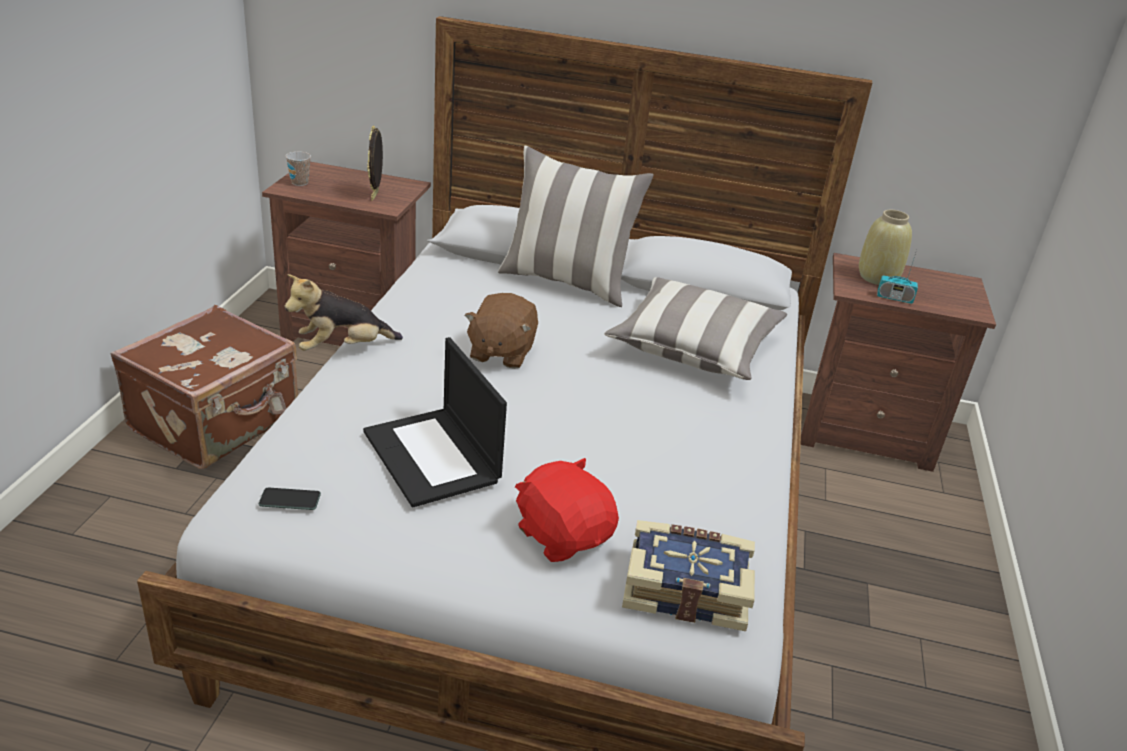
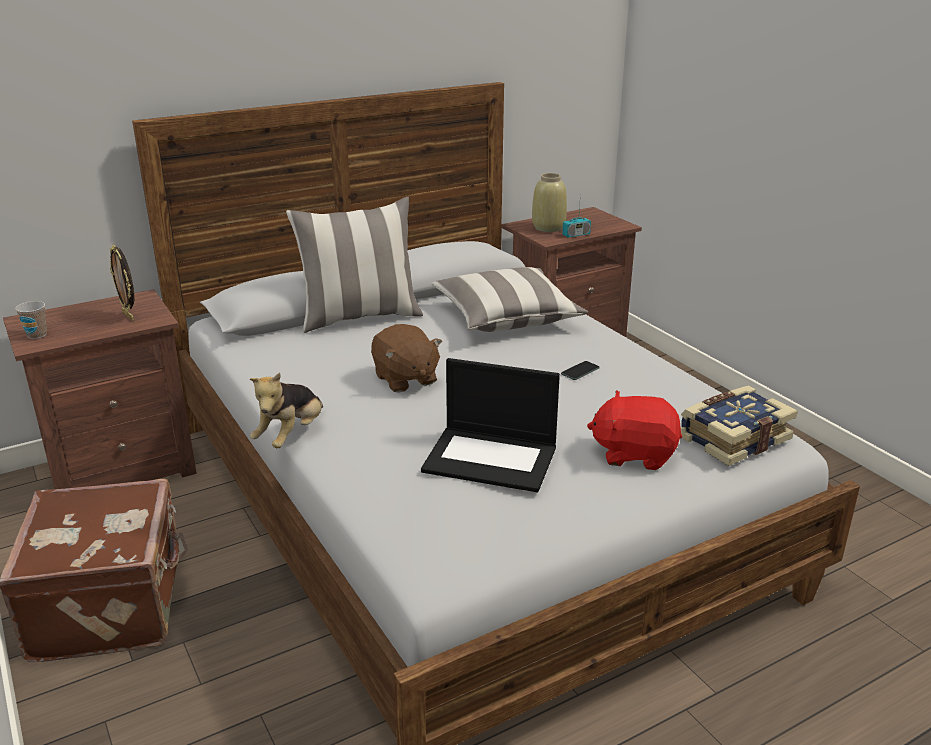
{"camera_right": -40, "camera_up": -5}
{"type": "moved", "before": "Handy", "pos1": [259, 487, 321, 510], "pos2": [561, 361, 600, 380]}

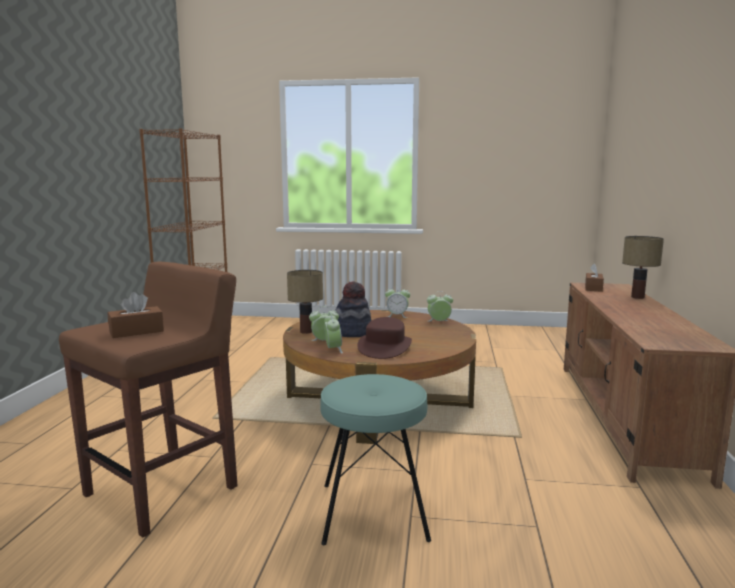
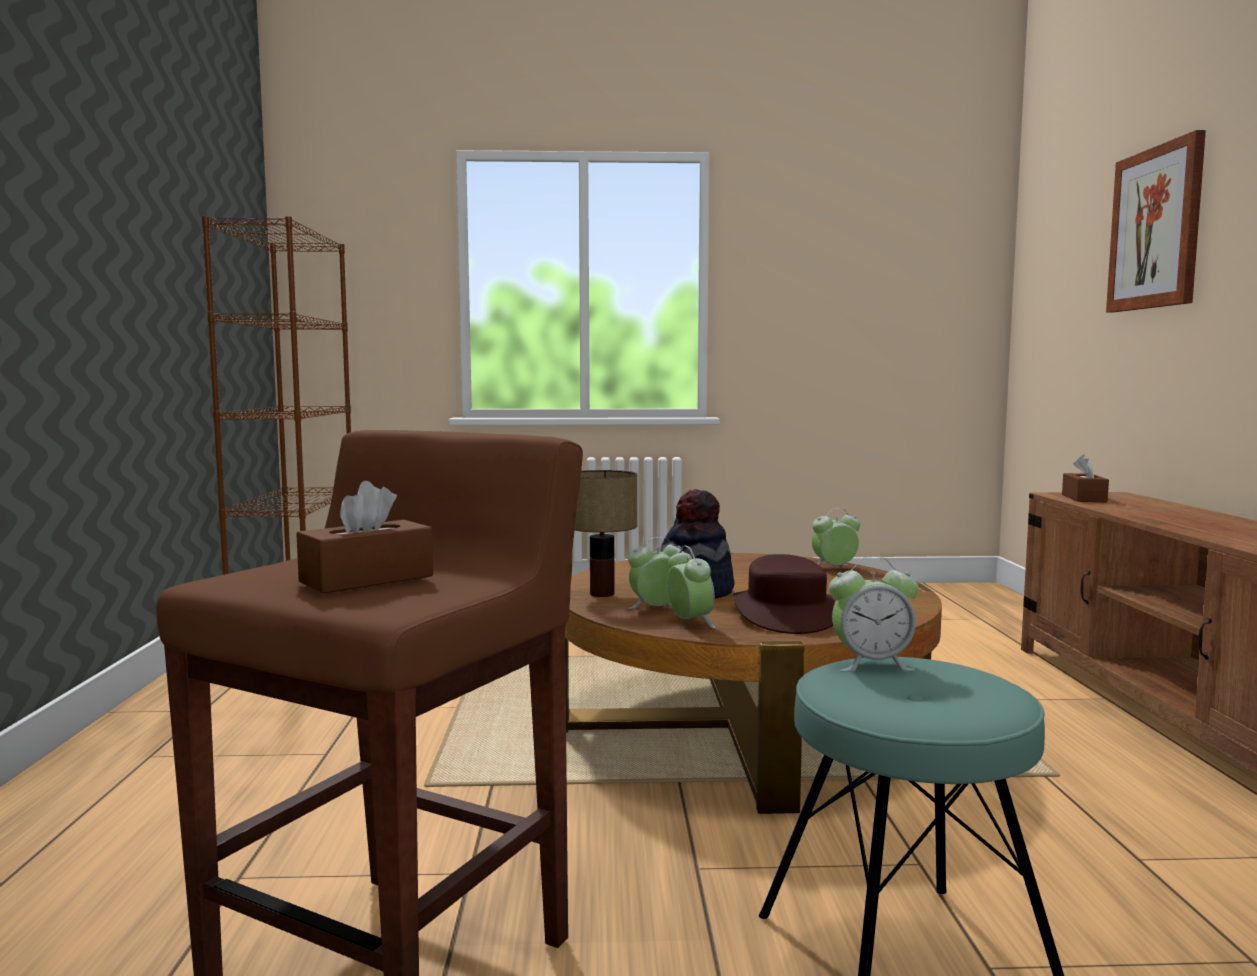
{"camera_right": -10, "camera_up": -5}
{"type": "removed", "before": "Tischlampe", "pos1": [622, 236, 664, 299]}
{"type": "added", "after": "Bild", "pos2": [1106, 130, 1206, 312]}
{"type": "moved", "before": "Wecker", "pos1": [385, 285, 410, 318], "pos2": [829, 556, 919, 672]}

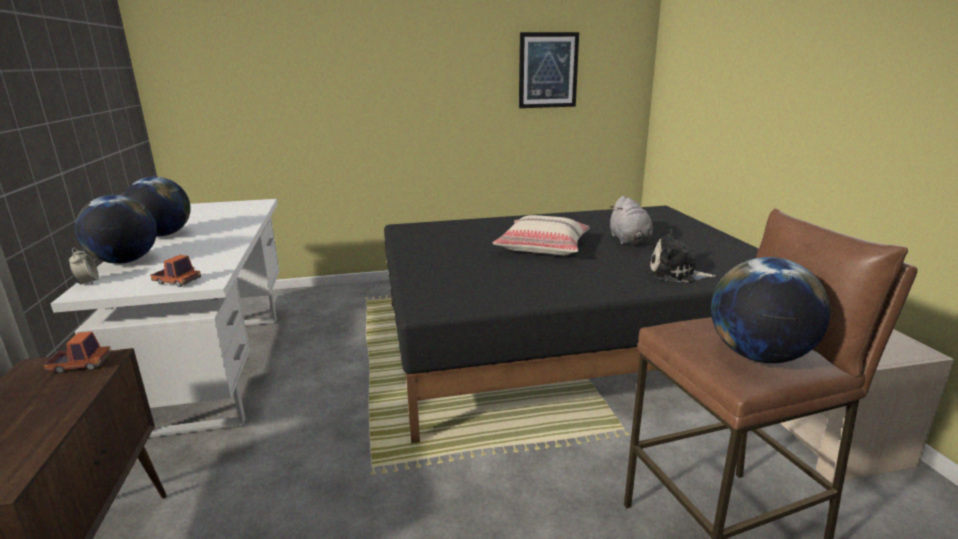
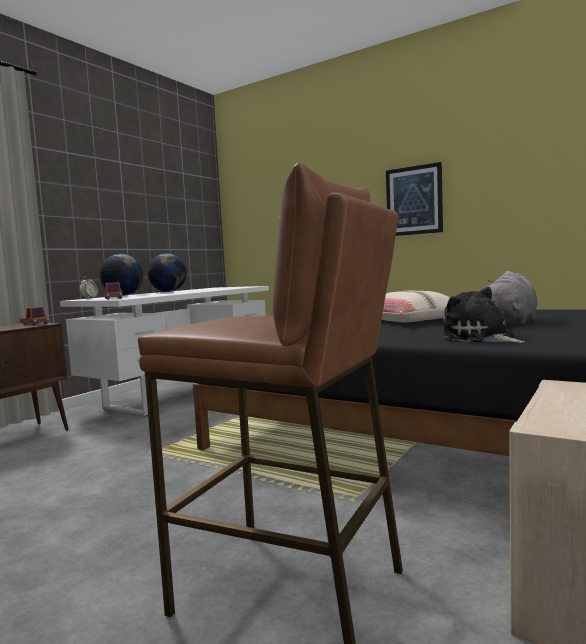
{"camera_right": 45, "camera_up": -15}
{"type": "removed", "before": "Globus", "pos1": [711, 257, 830, 363]}
{"type": "moved", "before": "Bild", "pos1": [519, 32, 579, 108], "pos2": [386, 162, 443, 236]}

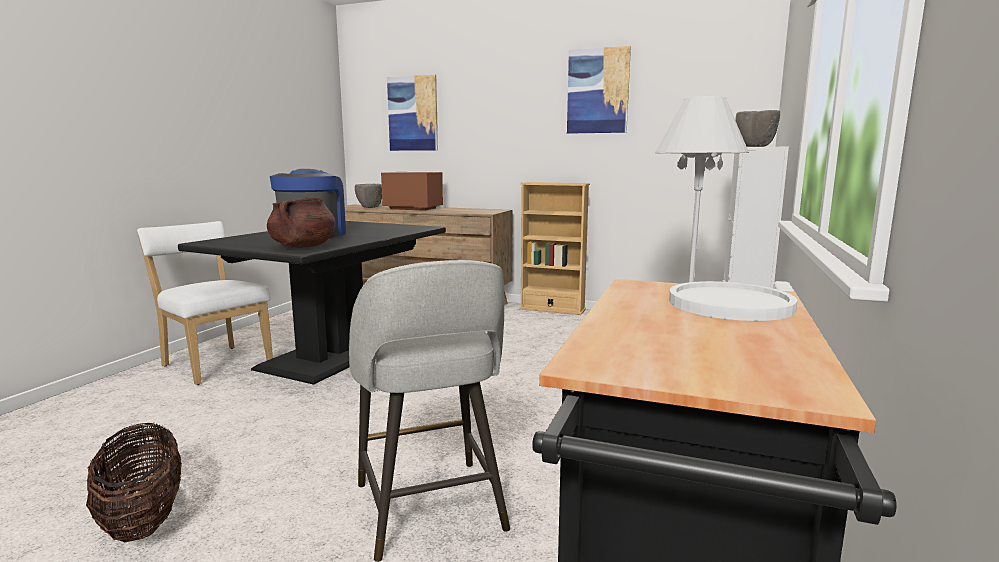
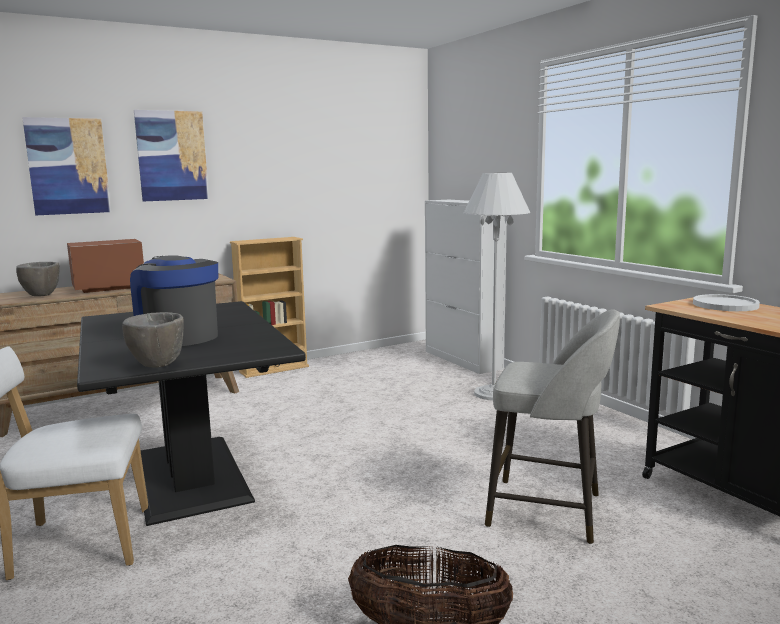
{"camera_right": -50, "camera_up": 0}
{"type": "removed", "before": "Kochtopf/braun", "pos1": [267, 197, 336, 248]}
{"type": "moved", "before": "Bild", "pos1": [567, 46, 631, 134], "pos2": [134, 110, 209, 201]}
{"type": "moved", "before": "Schüssel/grau", "pos1": [735, 110, 780, 147], "pos2": [122, 312, 184, 368]}

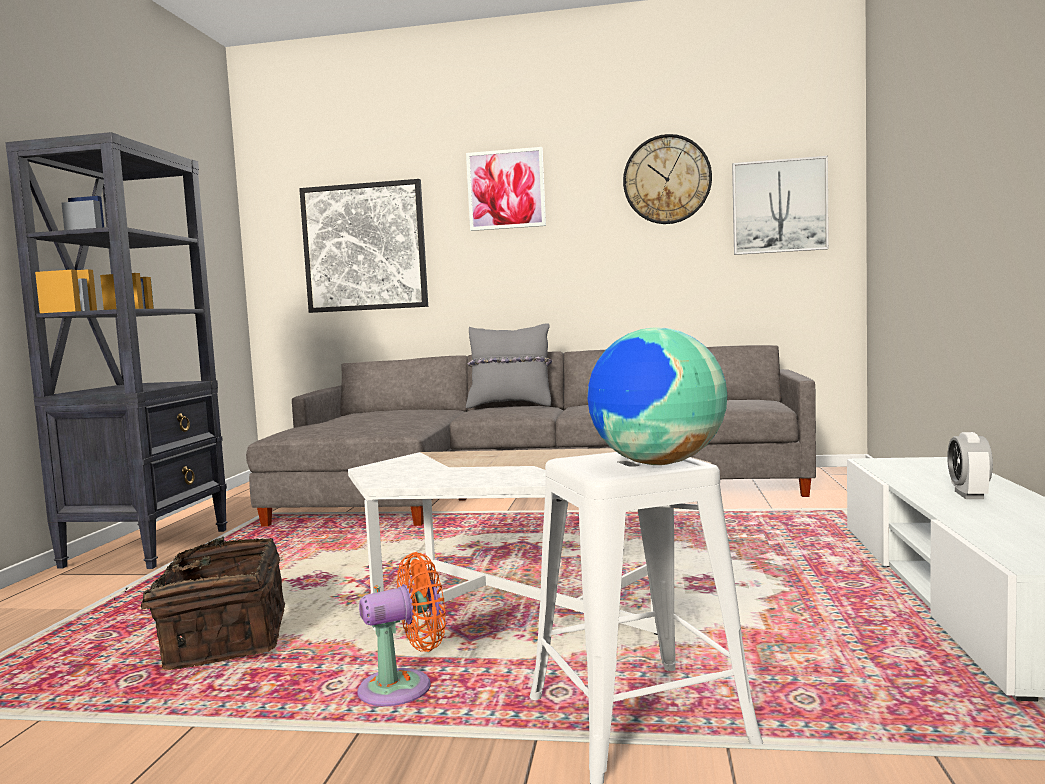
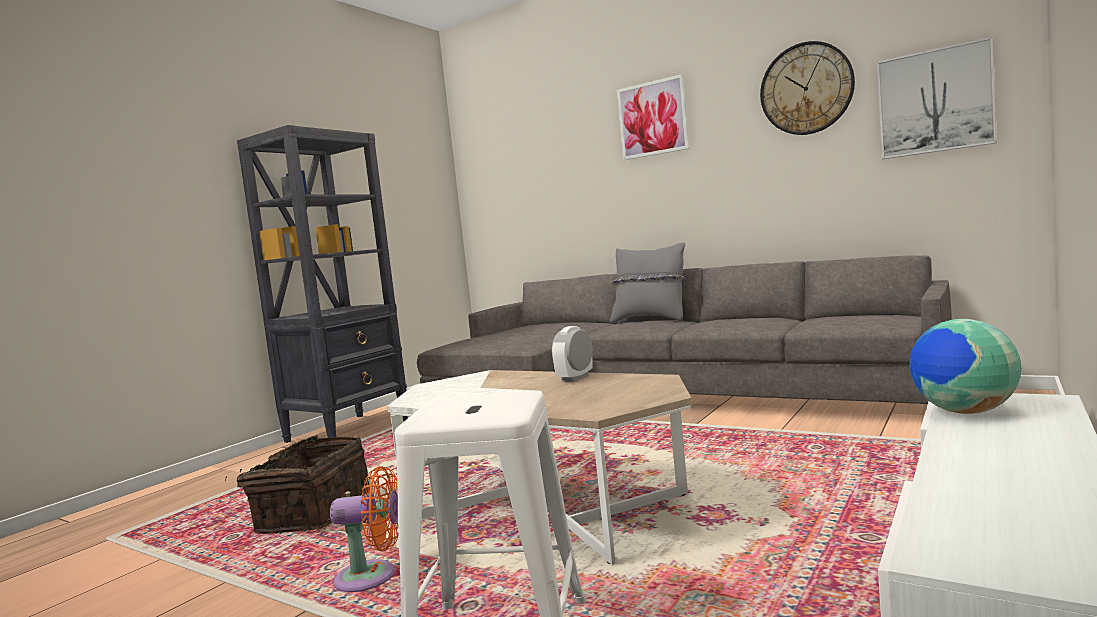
{"camera_right": 25, "camera_up": 0}
{"type": "removed", "before": "Bild", "pos1": [299, 179, 428, 313]}
{"type": "moved", "before": "Globus", "pos1": [587, 327, 727, 465], "pos2": [910, 319, 1021, 414]}
{"type": "moved", "before": "Wecker", "pos1": [947, 432, 993, 499], "pos2": [552, 326, 593, 382]}

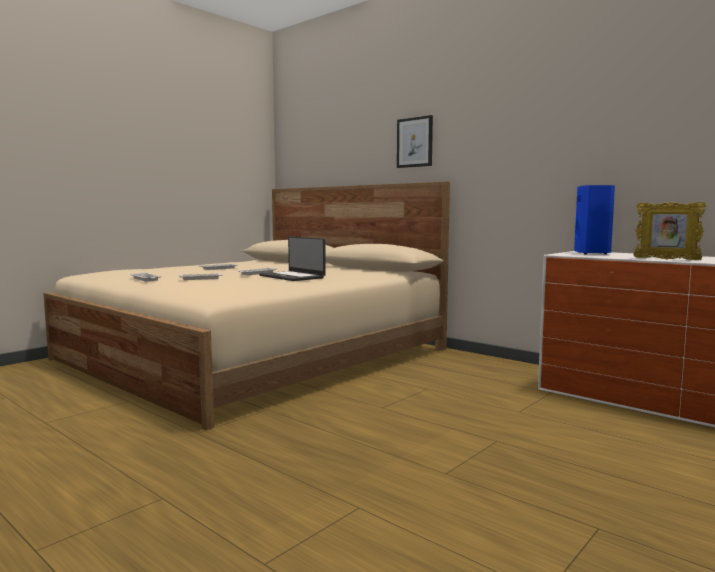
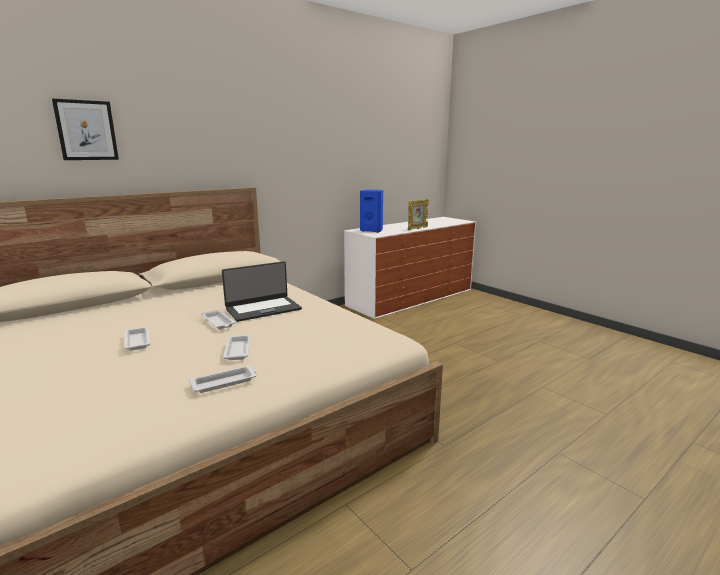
{"camera_right": -80, "camera_up": 10}
{"type": "moved", "before": "Bild", "pos1": [397, 115, 433, 168], "pos2": [52, 99, 119, 160]}

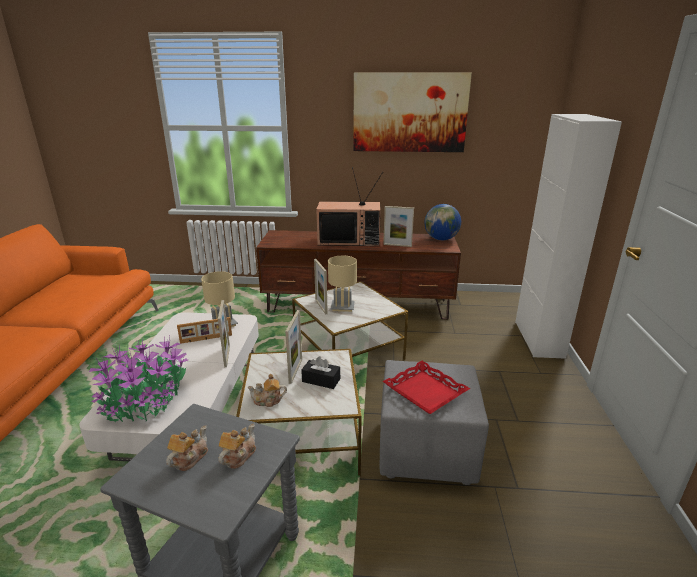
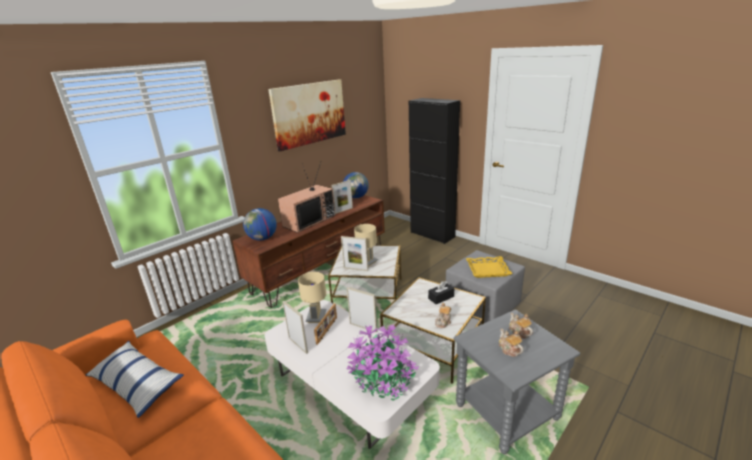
{"camera_right": -50, "camera_up": 0}
{"type": "added", "after": "Kissen", "pos2": [86, 341, 184, 418]}
{"type": "added", "after": "Globus", "pos2": [243, 208, 277, 240]}
{"type": "moved", "before": "Bilderrahmen", "pos1": [285, 310, 302, 384], "pos2": [282, 301, 308, 354]}
{"type": "recoloured", "before": "Tablett/rot", "after": "Tablett/gelb", "pos1": [383, 361, 470, 414], "pos2": [466, 256, 513, 278]}
{"type": "recoloured", "before": "Schrank/weiß", "after": "Schrank/schwarz", "pos1": [515, 114, 622, 359], "pos2": [409, 98, 460, 244]}

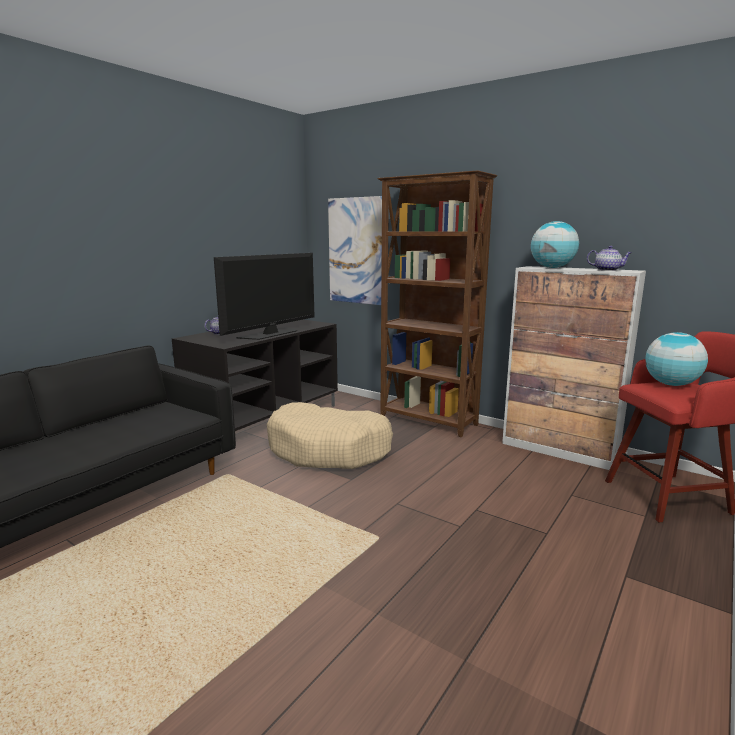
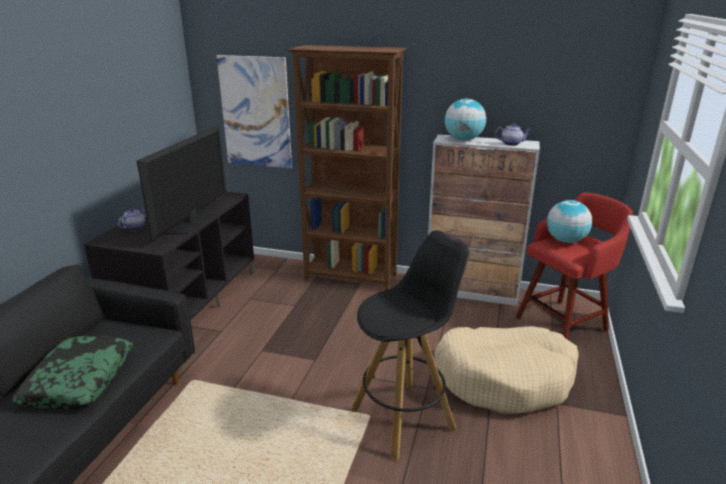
{"camera_right": -20, "camera_up": 10}
{"type": "added", "after": "Kissen", "pos2": [13, 336, 133, 409]}
{"type": "added", "after": "Hocker/schwarz", "pos2": [352, 230, 469, 460]}
{"type": "moved", "before": "Hundebett/beige", "pos1": [267, 402, 393, 469], "pos2": [435, 326, 579, 414]}

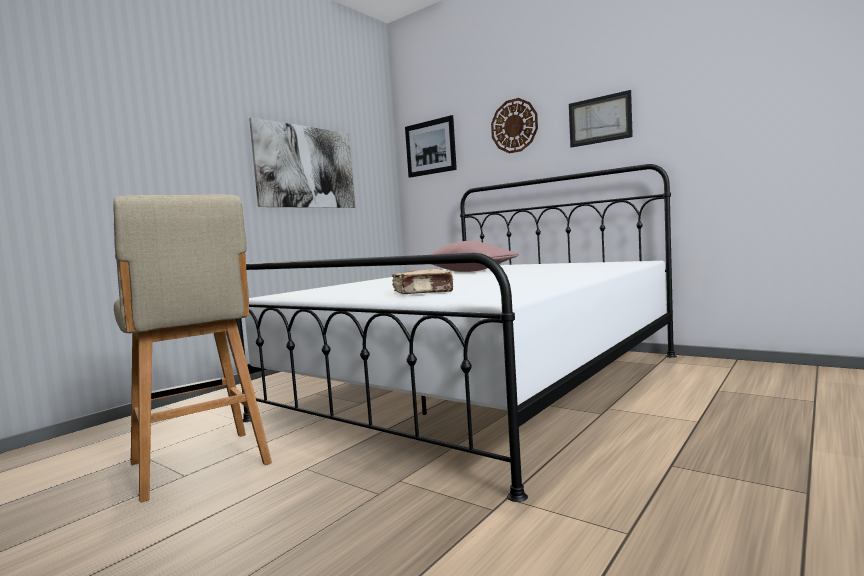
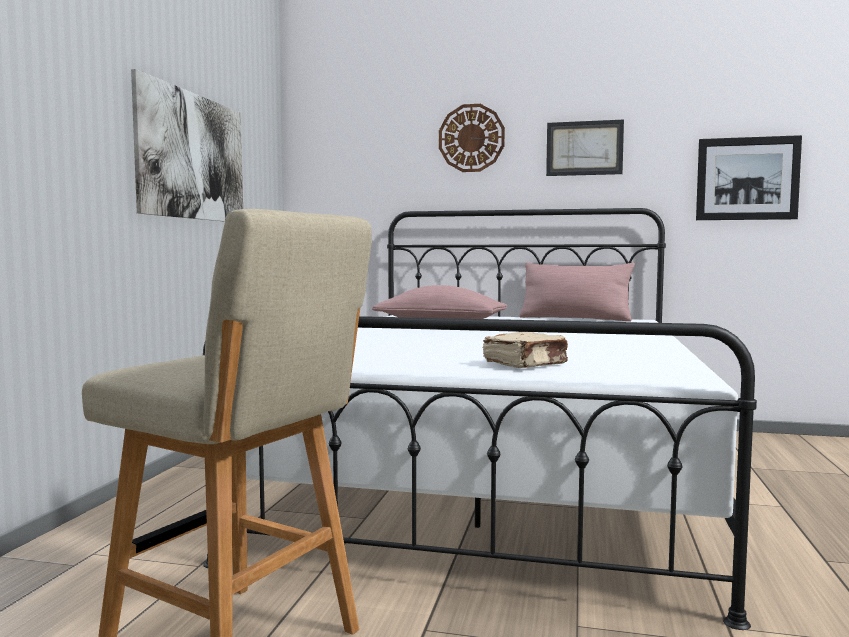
{"camera_right": -25, "camera_up": 0}
{"type": "added", "after": "Kissen/rosa", "pos2": [519, 262, 635, 321]}
{"type": "moved", "before": "Bild", "pos1": [405, 115, 457, 178], "pos2": [696, 135, 802, 220]}

